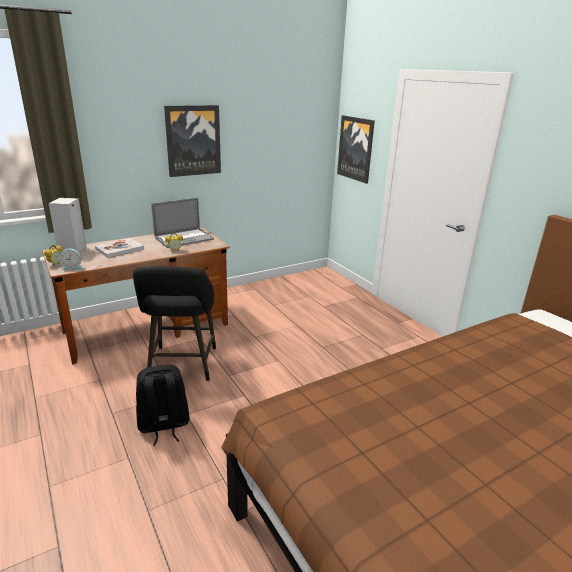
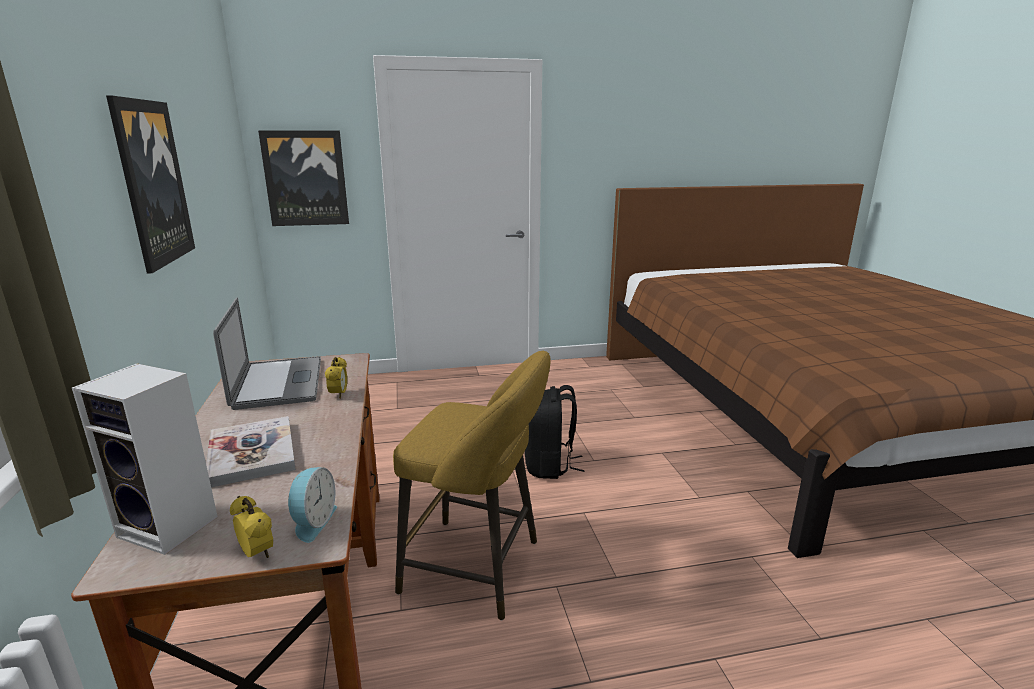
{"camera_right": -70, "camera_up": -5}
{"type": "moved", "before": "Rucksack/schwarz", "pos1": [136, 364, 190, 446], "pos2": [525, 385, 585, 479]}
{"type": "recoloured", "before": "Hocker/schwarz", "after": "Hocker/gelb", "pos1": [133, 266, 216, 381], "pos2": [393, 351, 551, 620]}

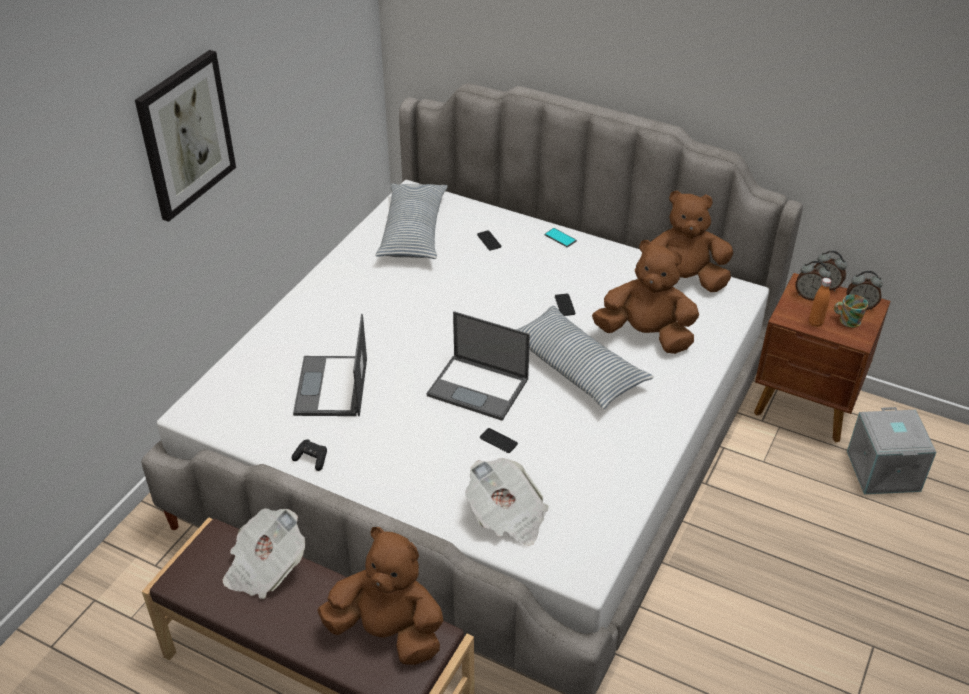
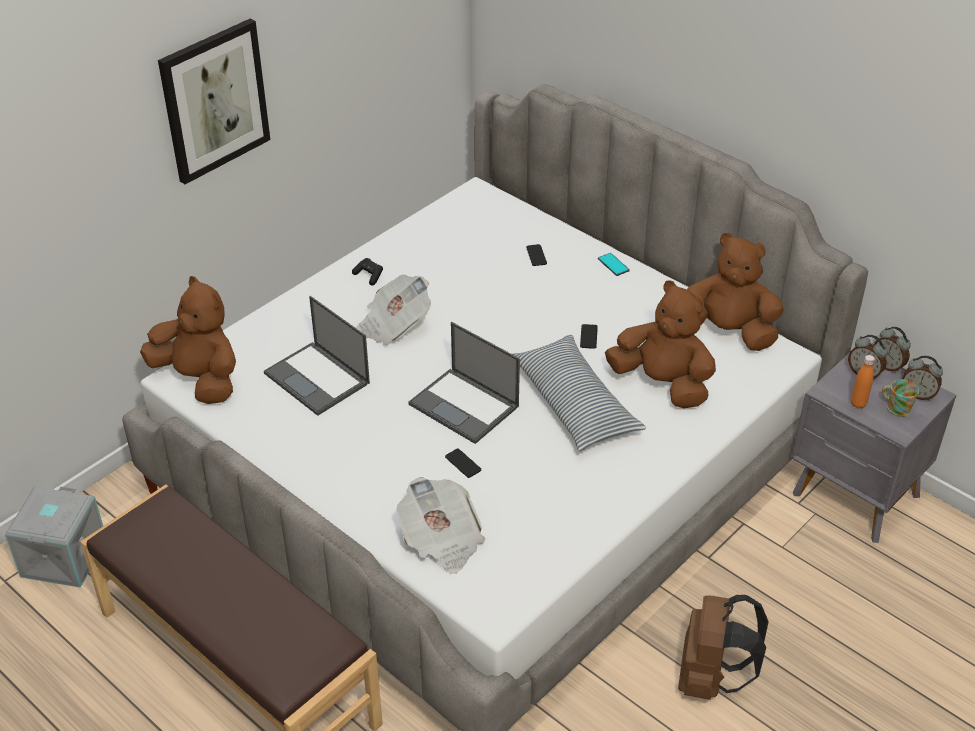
{"camera_right": 15, "camera_up": 0}
{"type": "removed", "before": "Kissen", "pos1": [375, 184, 448, 259]}
{"type": "added", "after": "Rucksack/braun", "pos2": [678, 595, 769, 700]}
{"type": "moved", "before": "Zeitung", "pos1": [223, 508, 305, 599], "pos2": [356, 274, 431, 346]}
{"type": "moved", "before": "Gamepad/schwarz", "pos1": [292, 439, 327, 471], "pos2": [352, 258, 383, 285]}
{"type": "moved", "before": "Plüschtier/braun", "pos1": [317, 527, 443, 665], "pos2": [140, 276, 236, 404]}
{"type": "moved", "before": "Aufbewahrungsbox/grau", "pos1": [847, 407, 936, 494], "pos2": [5, 487, 103, 588]}
{"type": "recoloured", "before": "Nachttisch/braun", "after": "Nachttisch/grau", "pos1": [754, 273, 890, 442], "pos2": [792, 354, 956, 543]}
{"type": "turned", "before": "Laptop", "pos1": [293, 314, 367, 416], "pos2": [264, 296, 370, 416], "turn": -60}

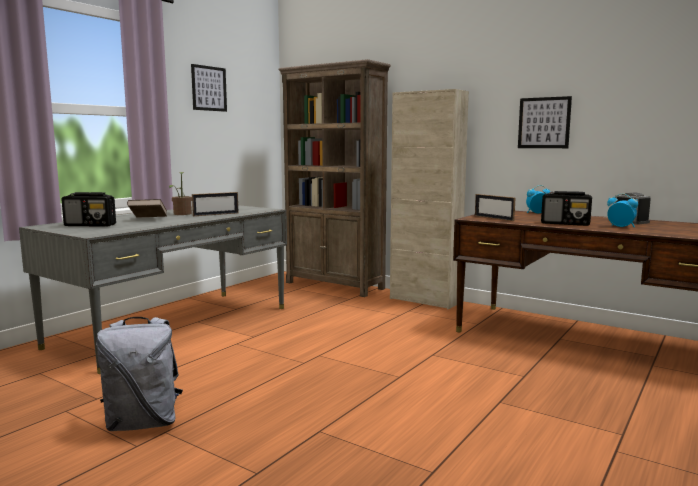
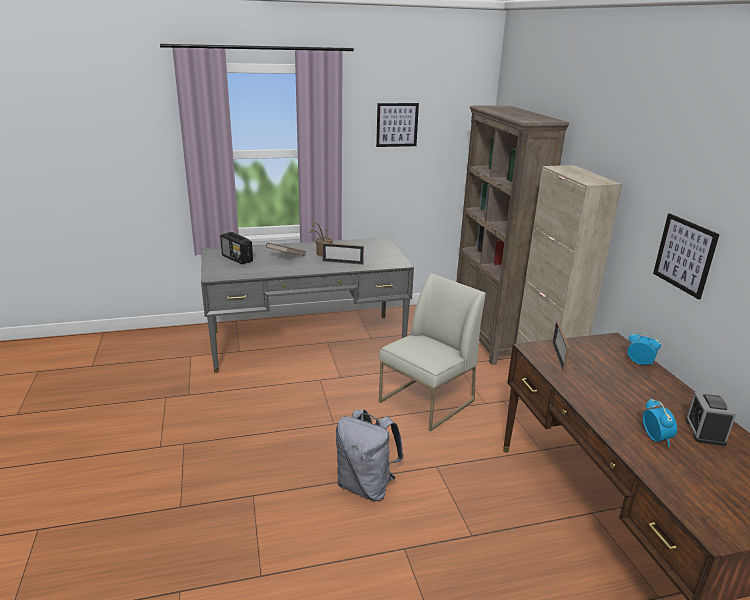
{"camera_right": 40, "camera_up": 15}
{"type": "removed", "before": "Radio", "pos1": [541, 191, 592, 226]}
{"type": "added", "after": "Stuhl/weiß", "pos2": [379, 273, 486, 432]}
{"type": "moved", "before": "Rucksack/grau", "pos1": [96, 317, 183, 431], "pos2": [336, 409, 404, 501]}

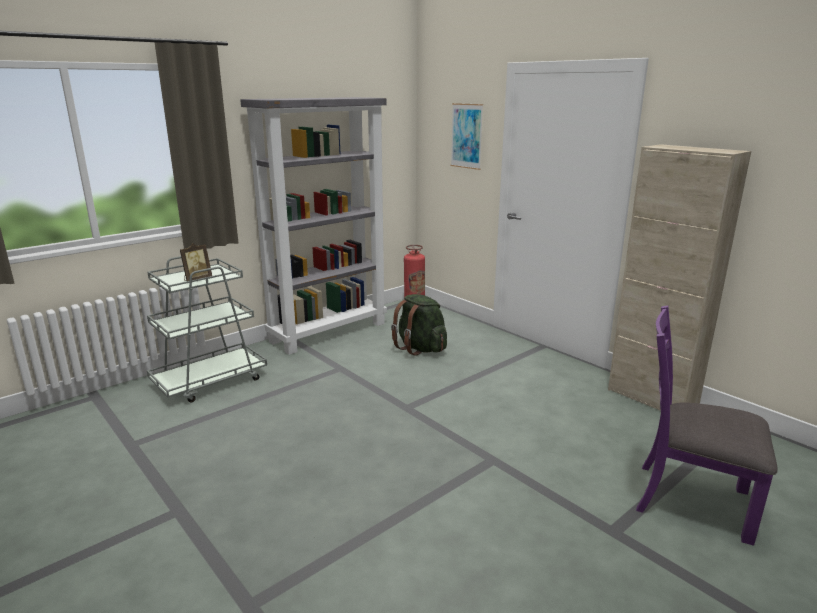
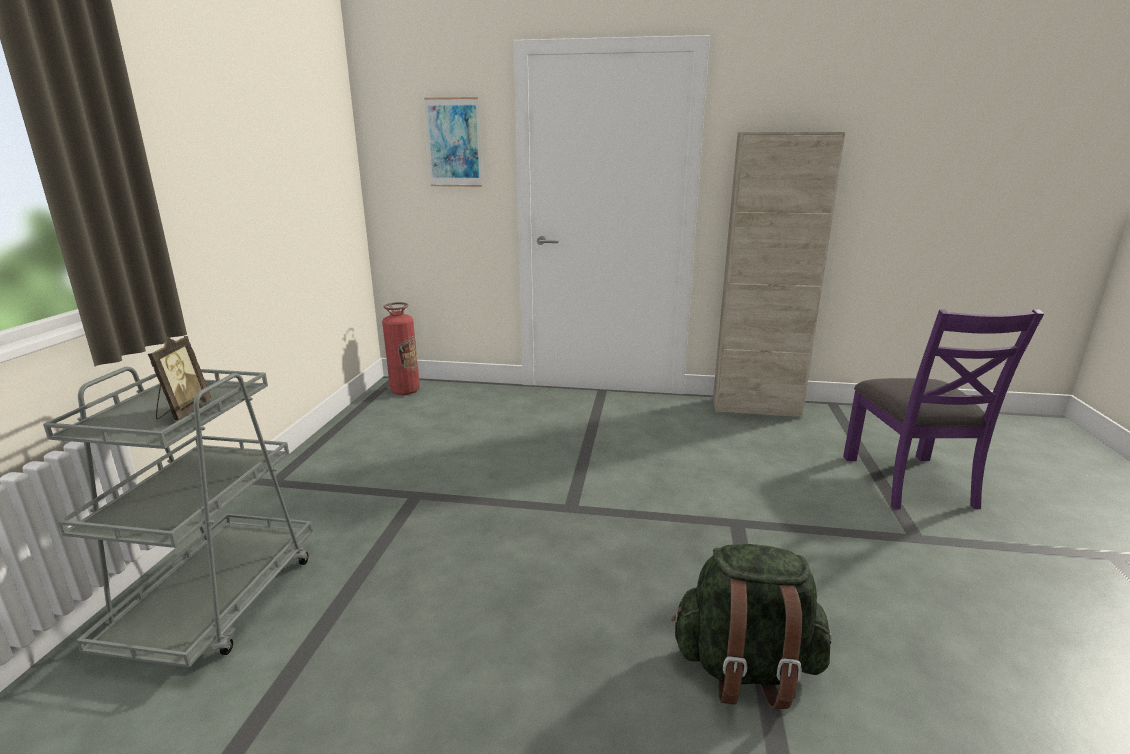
{"camera_right": -40, "camera_up": 0}
{"type": "removed", "before": "Bücherregal/grau", "pos1": [240, 97, 387, 355]}
{"type": "moved", "before": "Rucksack/grün", "pos1": [391, 294, 447, 356], "pos2": [671, 544, 832, 709]}
{"type": "turned", "before": "Stuhl/lila", "pos1": [636, 306, 778, 546], "pos2": [843, 309, 1044, 509], "turn": -75}

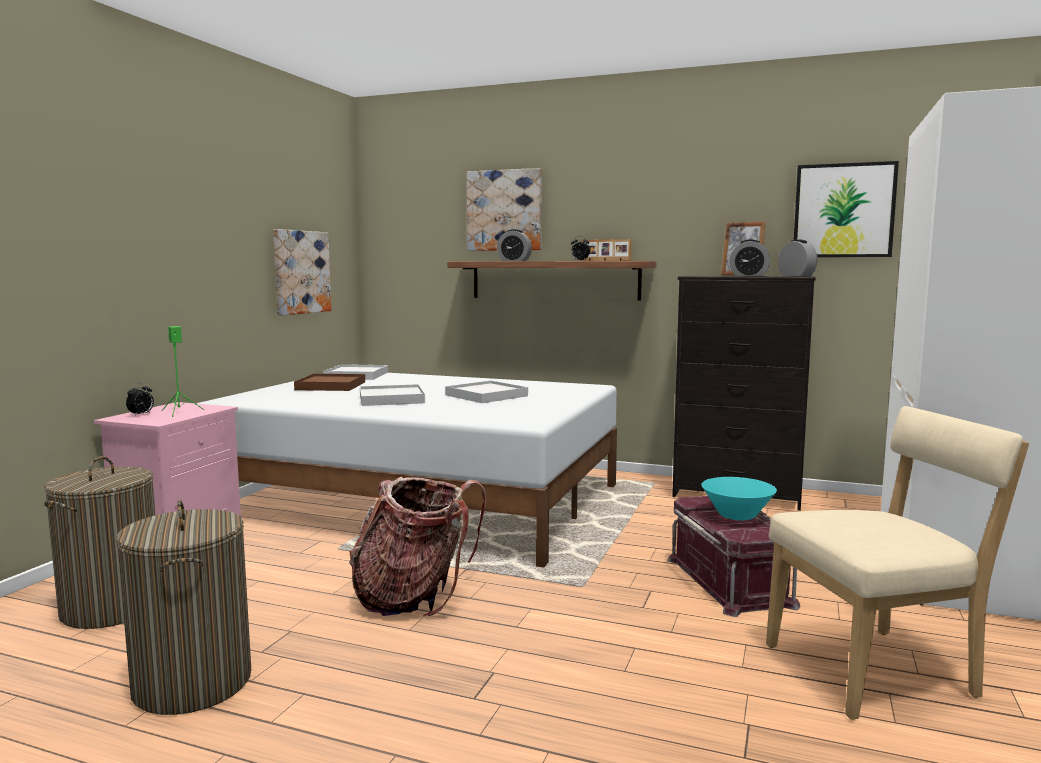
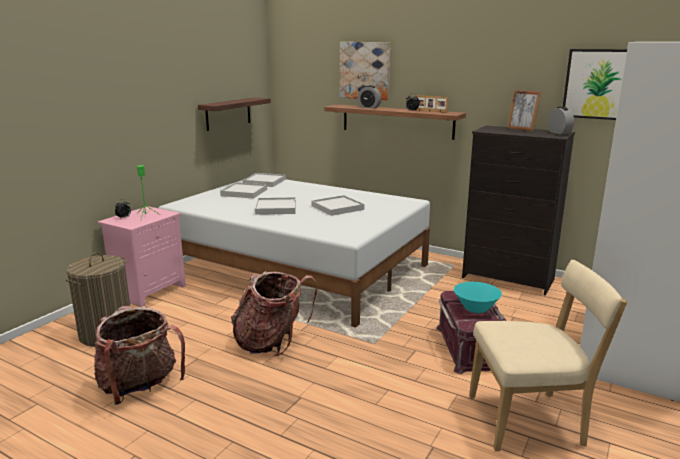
{"camera_right": 10, "camera_up": 10}
{"type": "removed", "before": "Wecker", "pos1": [729, 239, 770, 276]}
{"type": "replaced", "before": "Wäschekorb", "after": "Rucksack", "pos1": [116, 500, 251, 715], "pos2": [94, 306, 185, 405]}
{"type": "replaced", "before": "Bild", "after": "Wandregal", "pos1": [273, 229, 331, 316], "pos2": [198, 98, 271, 131]}
{"type": "recoloured", "before": "Tablett/braun", "after": "Tablett/weiß", "pos1": [294, 374, 365, 391], "pos2": [220, 182, 267, 198]}

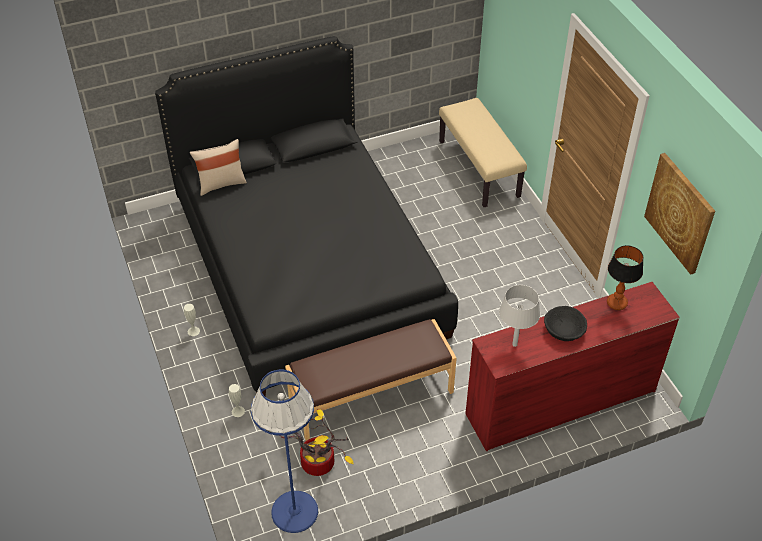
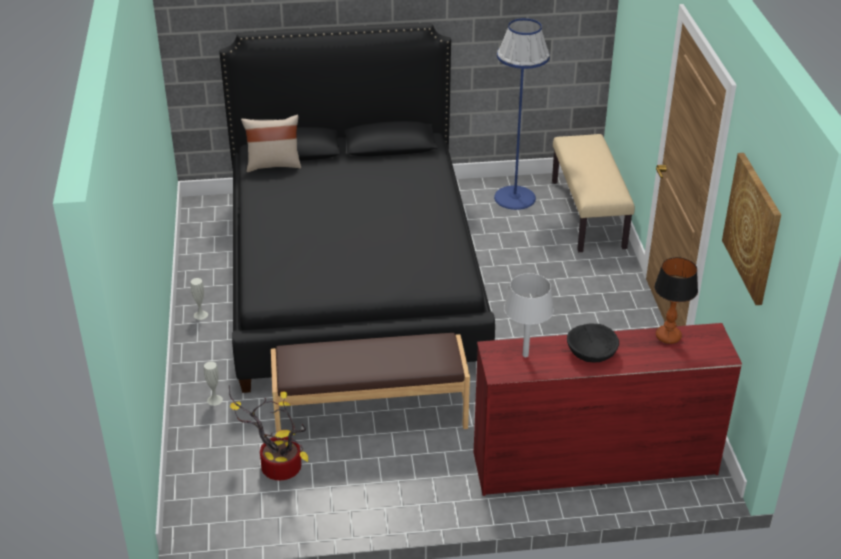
{"camera_right": 15, "camera_up": -10}
{"type": "moved", "before": "Stehlampe/blau", "pos1": [251, 370, 318, 533], "pos2": [494, 18, 550, 210]}

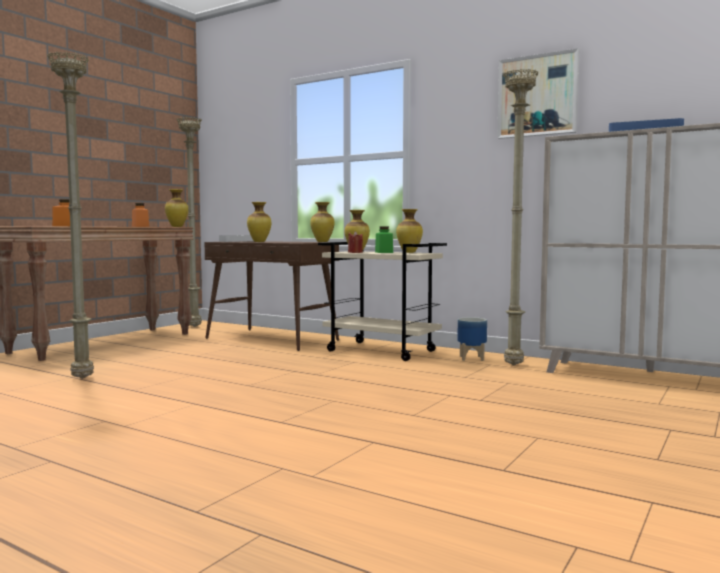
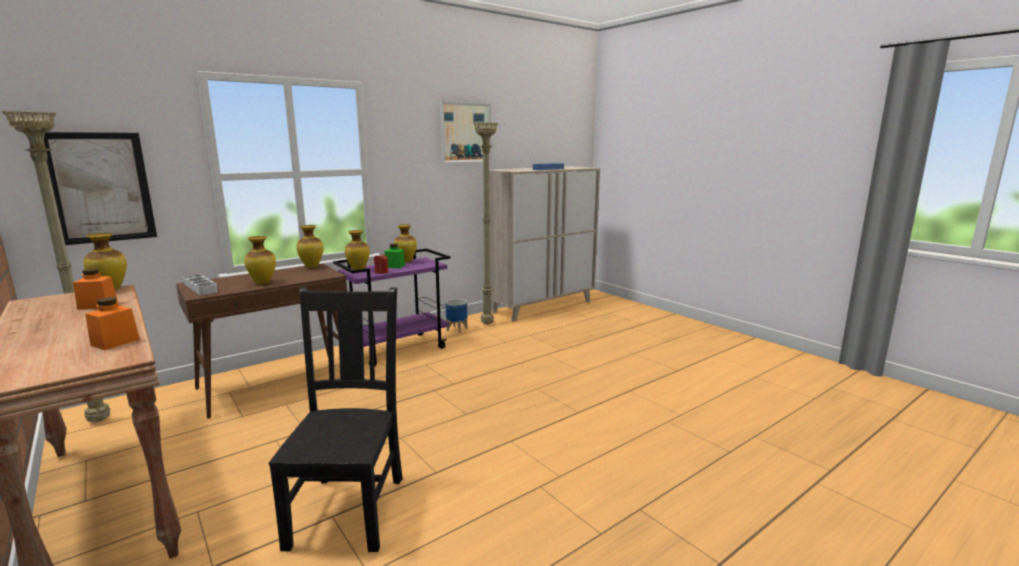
{"camera_right": -70, "camera_up": 10}
{"type": "added", "after": "Bild", "pos2": [44, 132, 157, 245]}
{"type": "replaced", "before": "Stehlampe/beige", "after": "Stuhl/schwarz", "pos1": [46, 51, 94, 379], "pos2": [269, 287, 403, 552]}
{"type": "recoloured", "before": "Rollwagen/beige", "after": "Rollwagen/lila", "pos1": [318, 242, 447, 361], "pos2": [333, 249, 451, 367]}

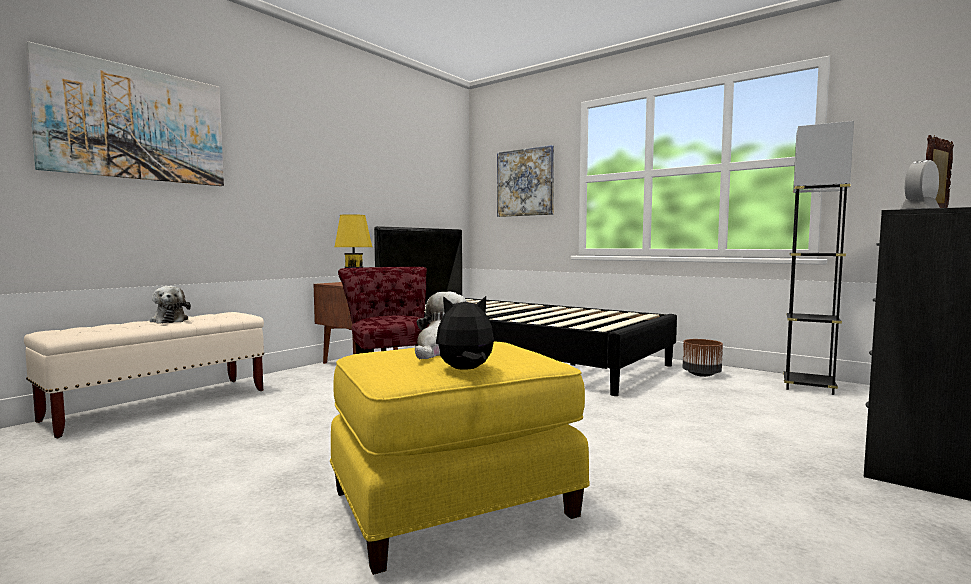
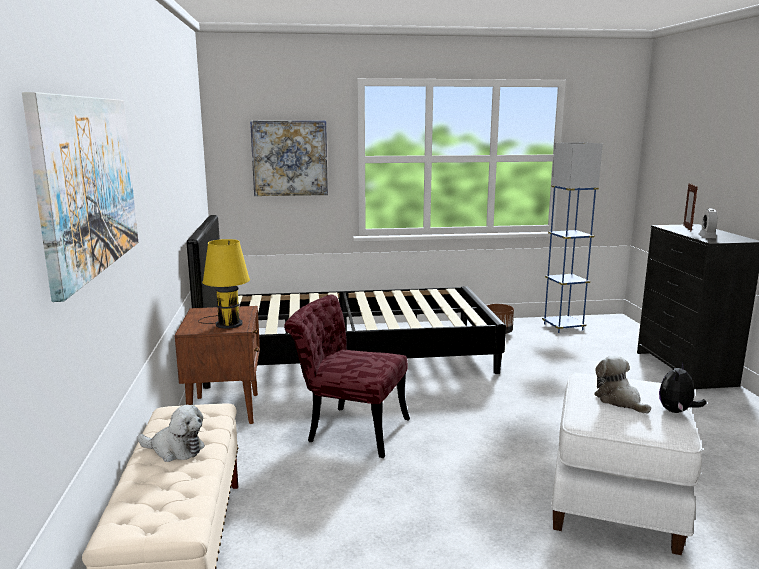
{"camera_right": -45, "camera_up": 10}
{"type": "recoloured", "before": "Polsterhocker/gelb", "after": "Polsterhocker/weiß", "pos1": [330, 342, 590, 575], "pos2": [551, 373, 702, 555]}
{"type": "recoloured", "before": "Stehlampe/schwarz", "after": "Stehlampe/blau", "pos1": [783, 121, 854, 395], "pos2": [542, 142, 603, 333]}

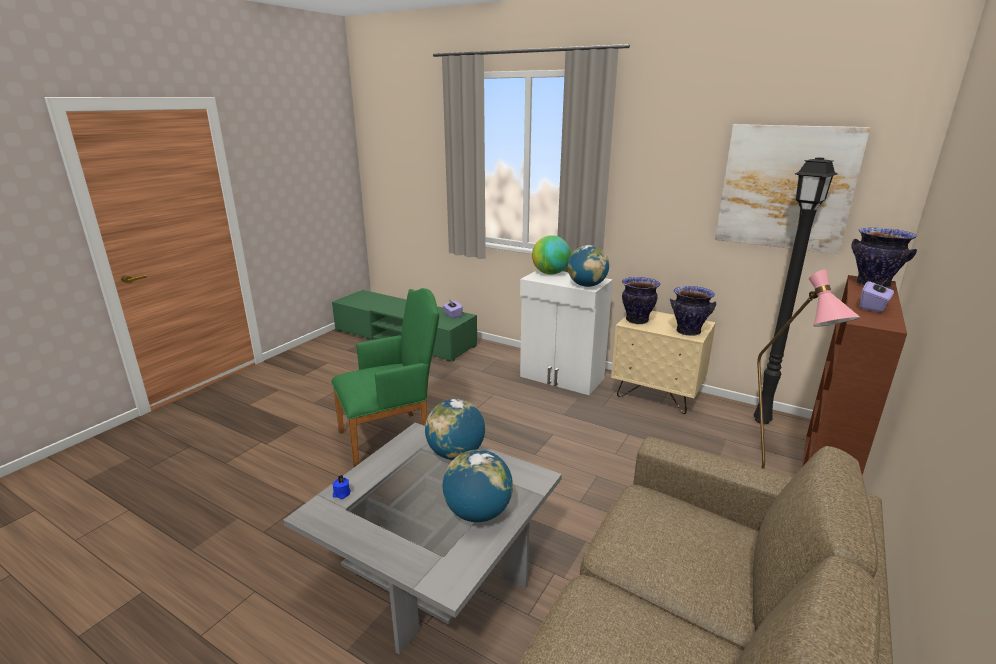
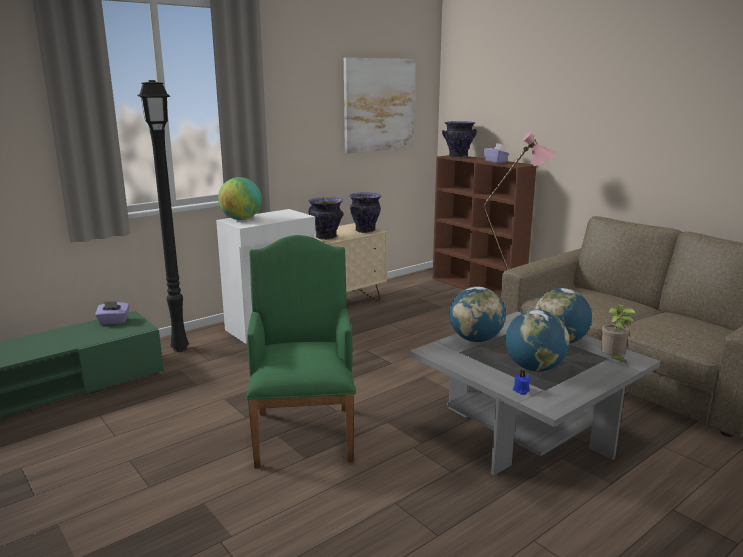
{"camera_right": -70, "camera_up": -5}
{"type": "added", "after": "Topfpflanze", "pos2": [601, 304, 635, 365]}
{"type": "moved", "before": "Globus", "pos1": [567, 245, 609, 287], "pos2": [506, 310, 569, 372]}
{"type": "moved", "before": "Stehlampe/schwarz", "pos1": [754, 157, 838, 424], "pos2": [137, 80, 189, 352]}

